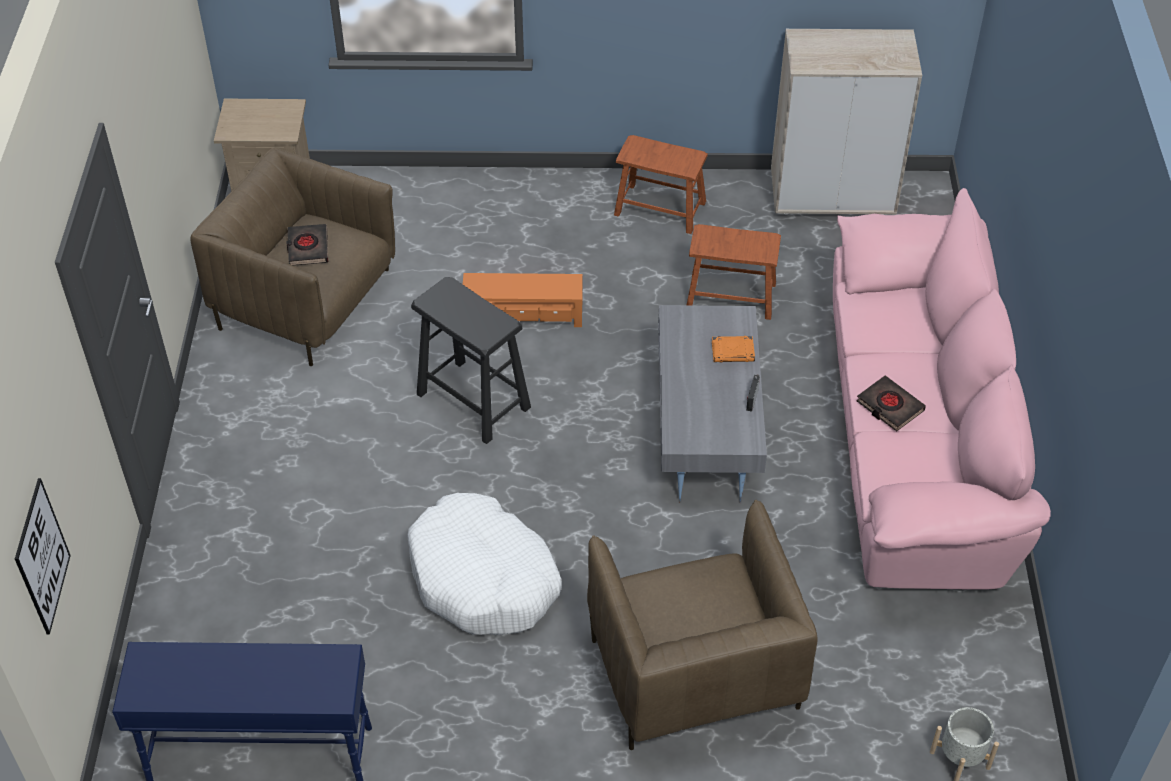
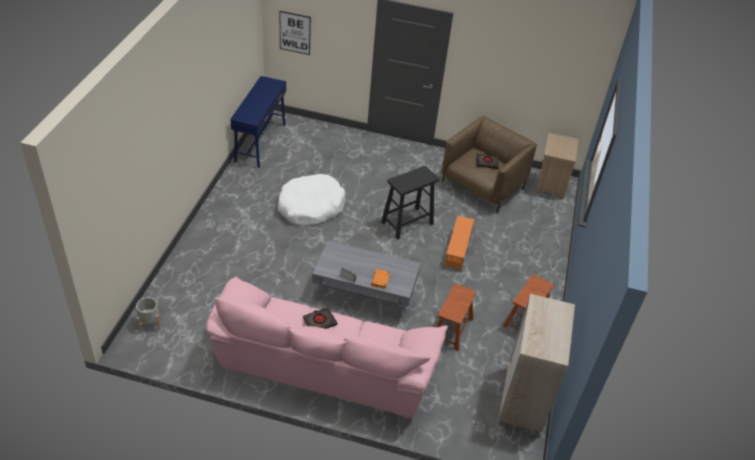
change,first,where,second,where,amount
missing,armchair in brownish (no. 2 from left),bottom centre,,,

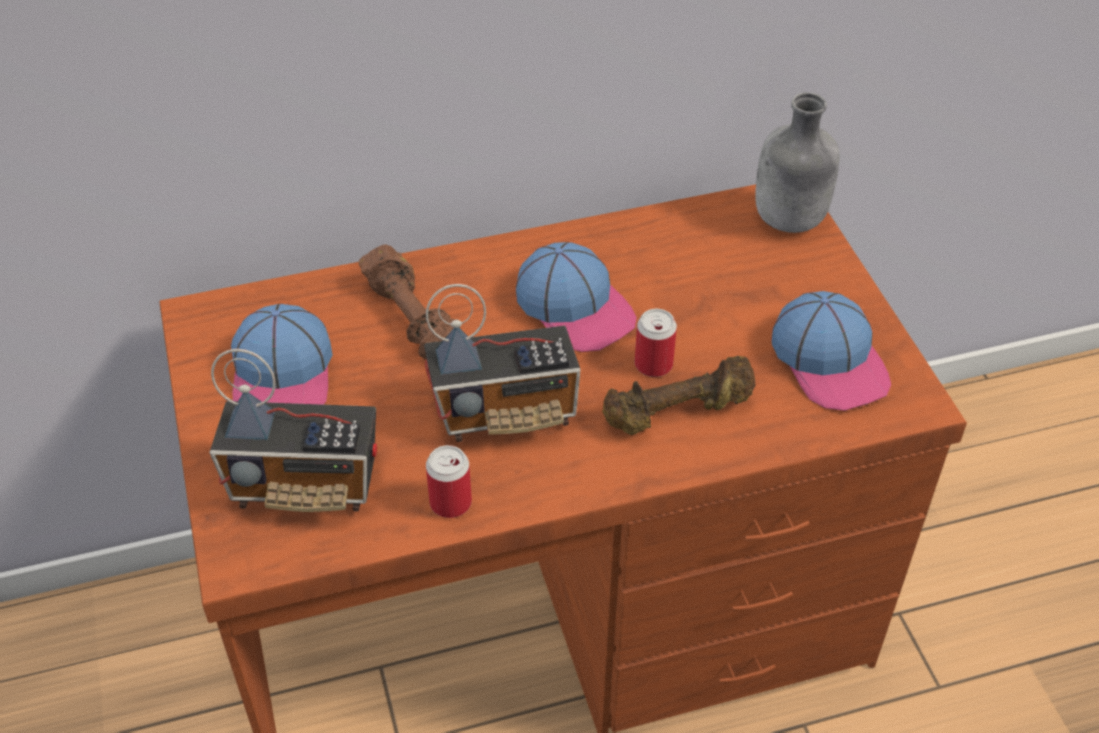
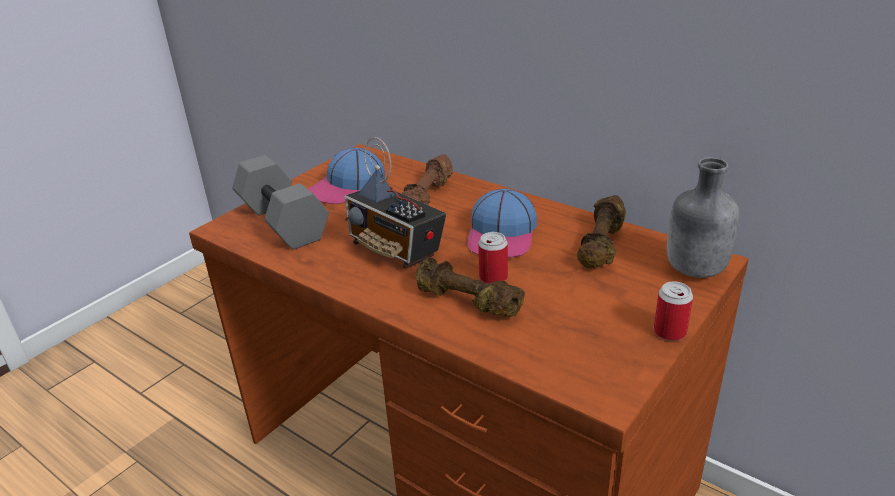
change,first,where,second,where,amount
exchanged,radio set (no. 1 from left),middle left,dumbbell in greyish,middle left,
appeared,,,dumbbell in brownish (no. 3 from left),middle right,
relocated,metal can (no. 1 from left in the first image),centre,metal can (no. 2 from left),middle right,
missing,peaked cap (no. 3 from left),middle right,,,

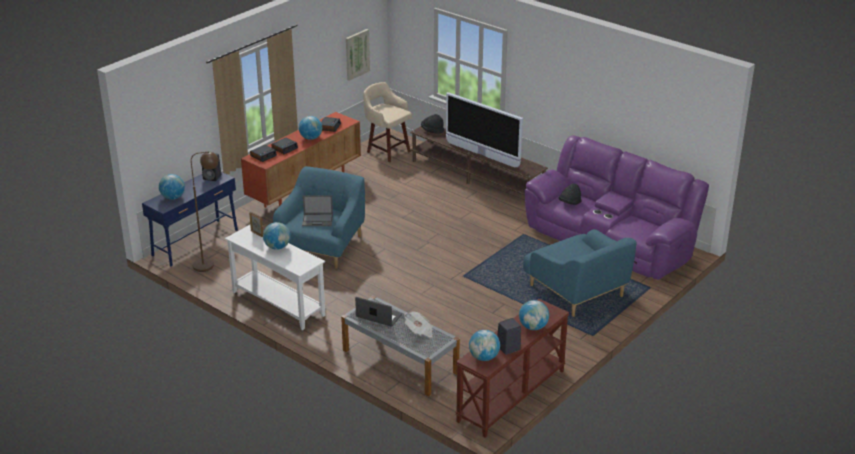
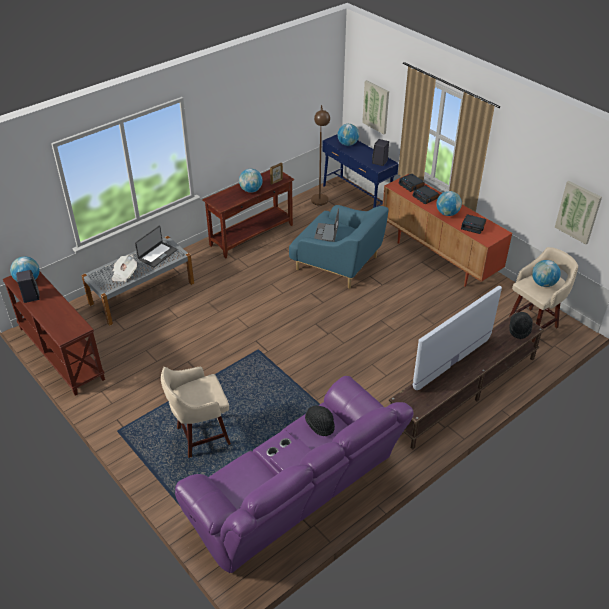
change,first,where,second,where,amount
exchanged,armchair in blue (no. 2 from left),middle right,sitting stool in beige (no. 1 from left),bottom left,
colour,narrow table in white-coloured,middle left,narrow table in brownish (no. 2 from left),centre,
appeared,,,wall art (no. 1 from left),top centre,
relocated,globe (no. 5 from left),bottom centre,,middle right,

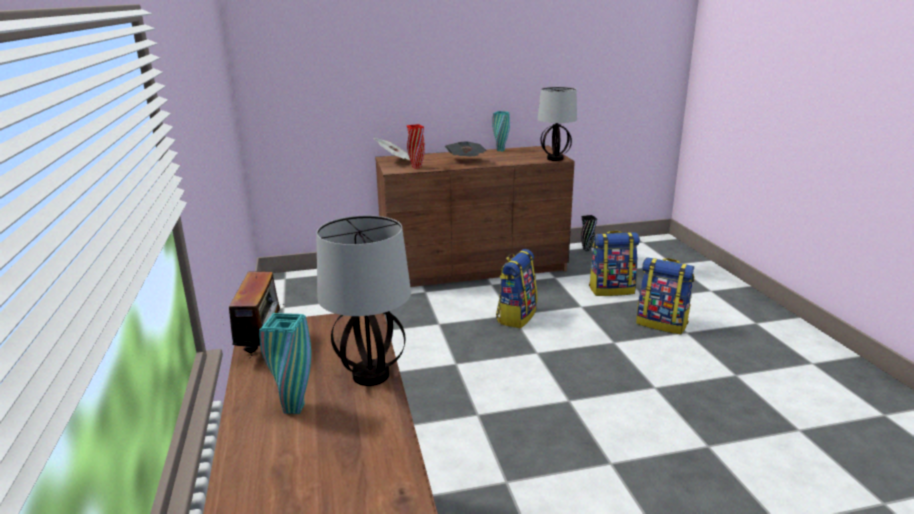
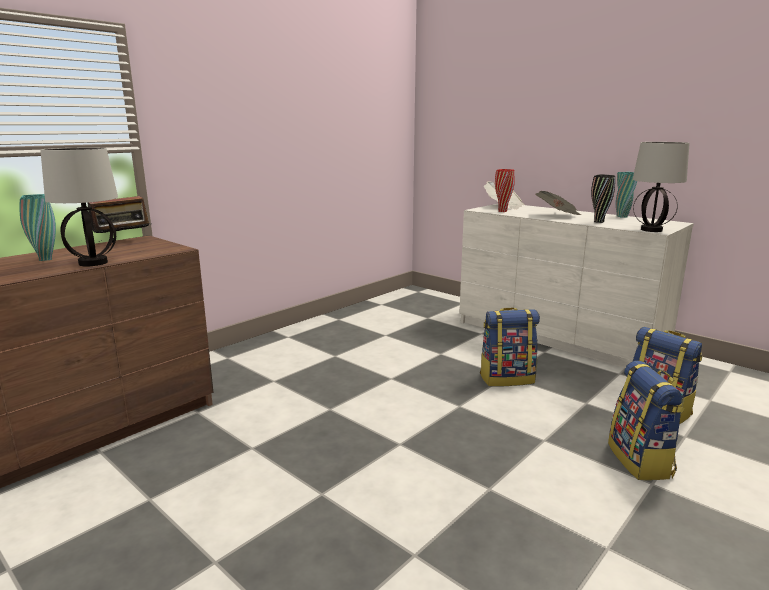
change,first,where,second,where,amount
colour,chest of drawers in brownish (no. 2 from left),centre,chest of drawers in white-coloured,middle right,
relocated,vase in black,centre,,middle right,

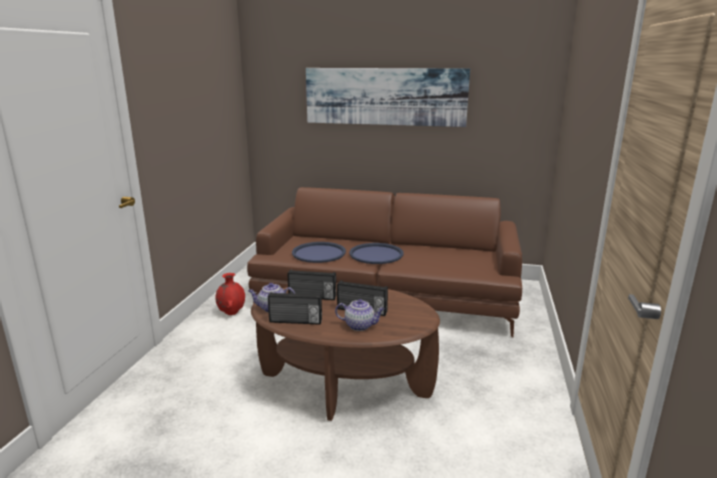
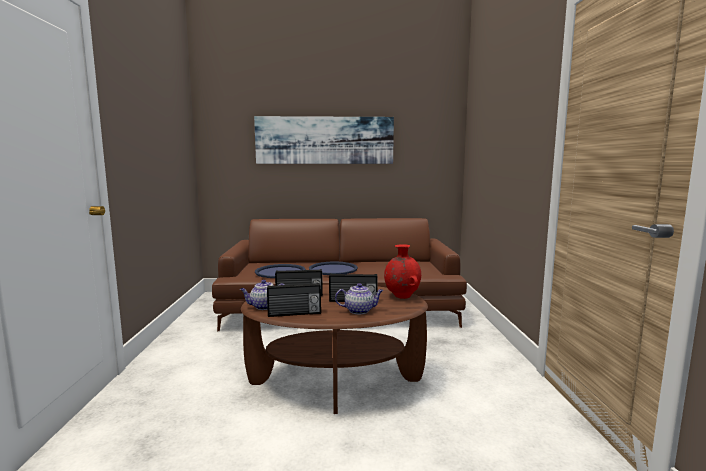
change,first,where,second,where,amount
relocated,vase in red,middle left,,centre,

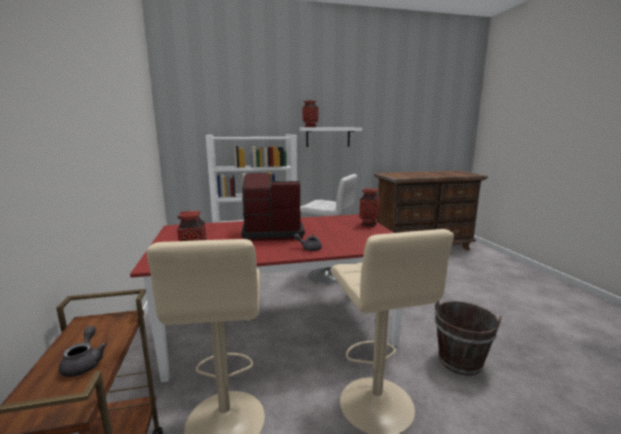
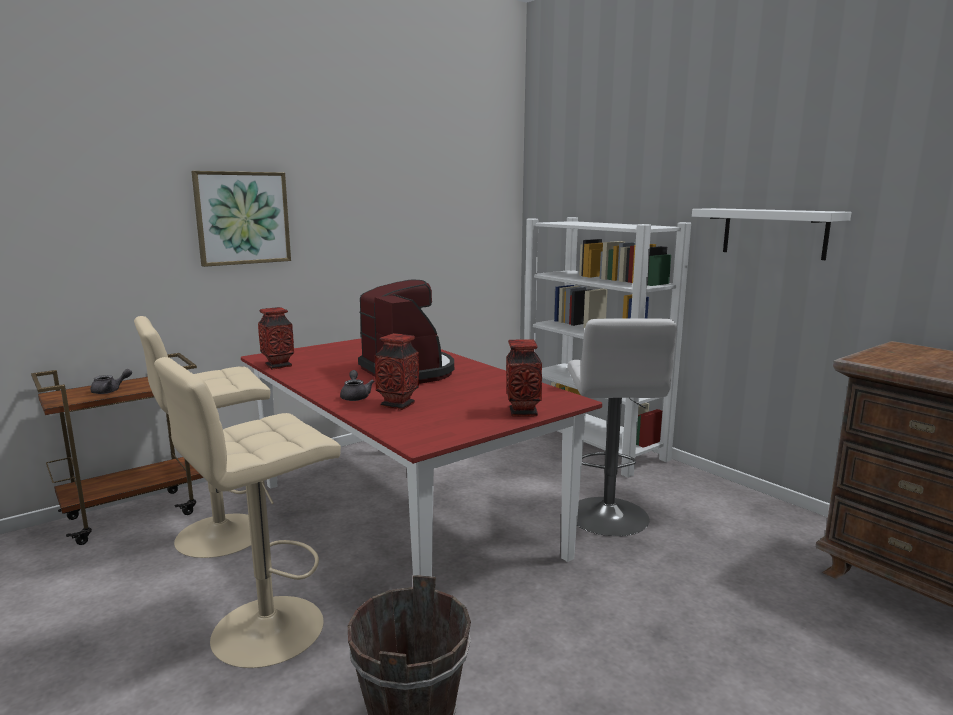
change,first,where,second,where,amount
appeared,,,wall art,top left,
relocated,vase (no. 2 from left),top centre,,centre,

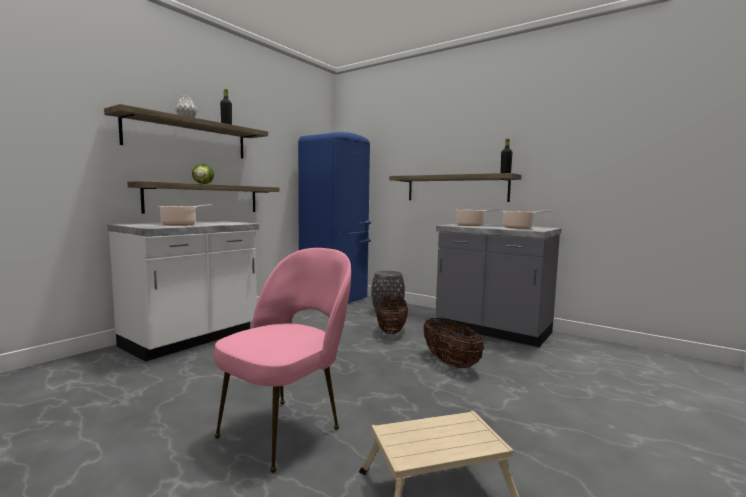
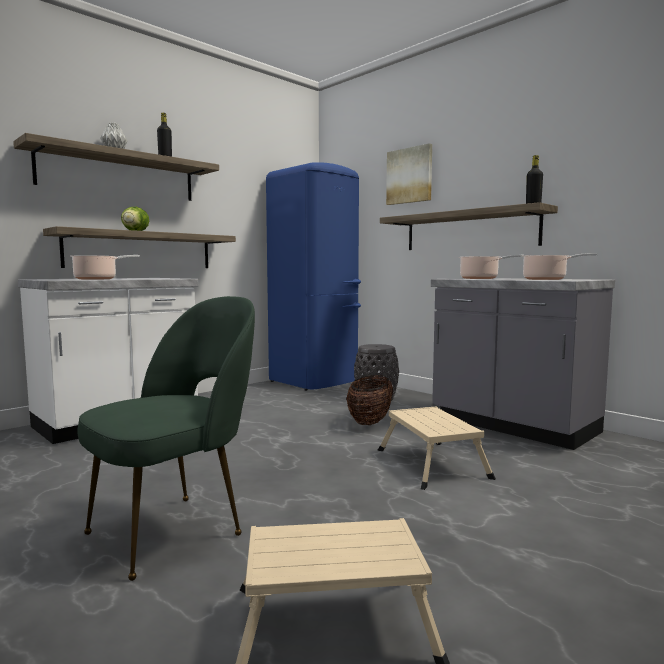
change,first,where,second,where,amount
colour,upright chair in pinkish,bottom centre,upright chair in green,middle left,
exchanged,basket (no. 2 from left),bottom centre,step ladder in beige (no. 2 from left),bottom centre,
appeared,,,wall art,top centre,

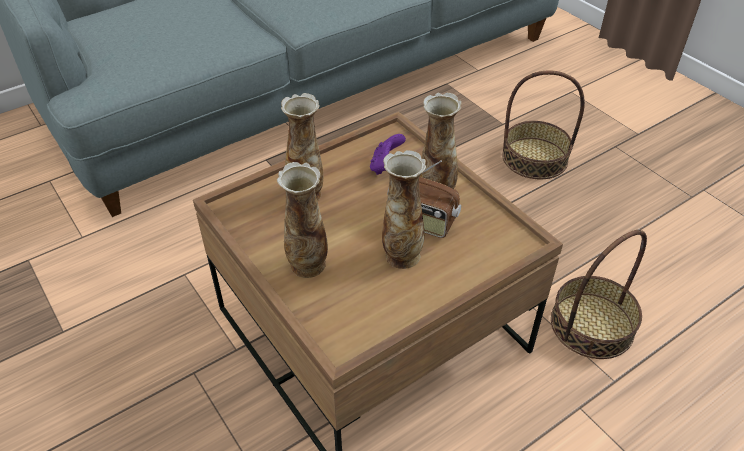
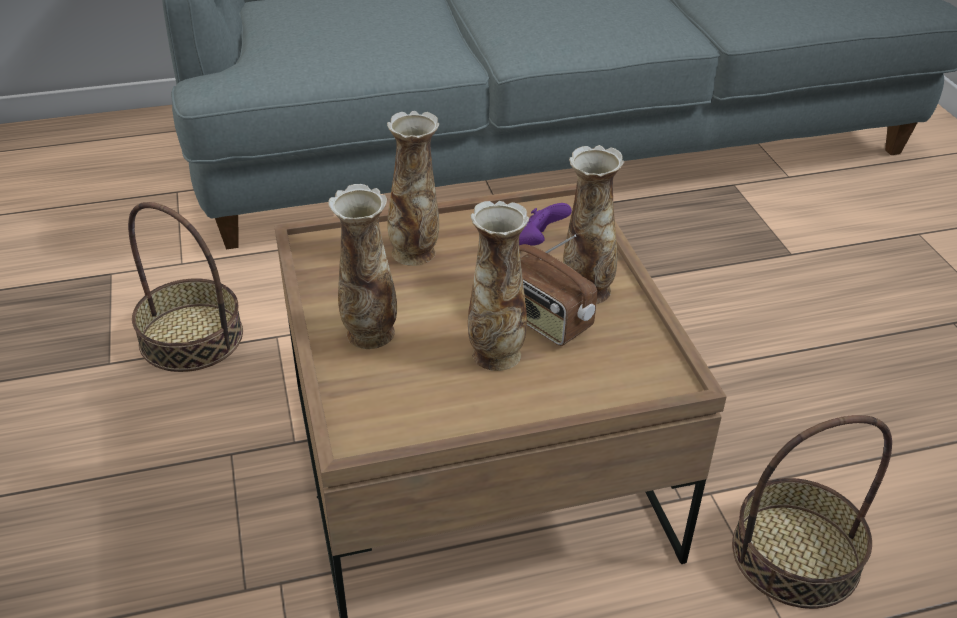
change,first,where,second,where,amount
relocated,basket (no. 1 from left),top right,,middle left,

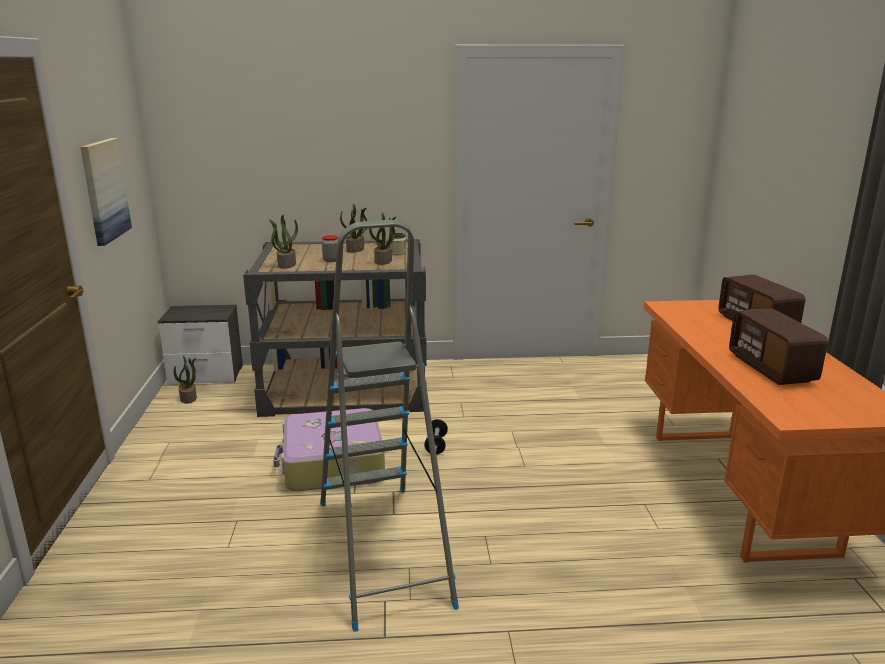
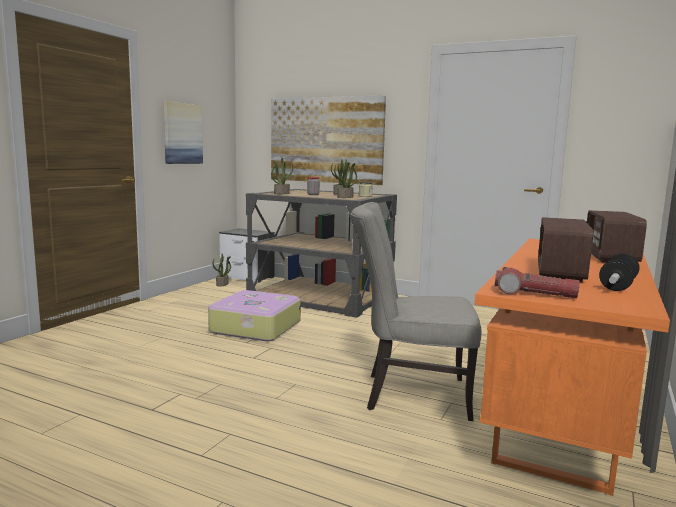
change,first,where,second,where,amount
appeared,,,wall art (no. 2 from left),top centre,
appeared,,,upright chair in greyish,centre,
appeared,,,flashlight,middle right,
relocated,dumbbell,centre,,middle right,
missing,step ladder in greyish,centre,,,

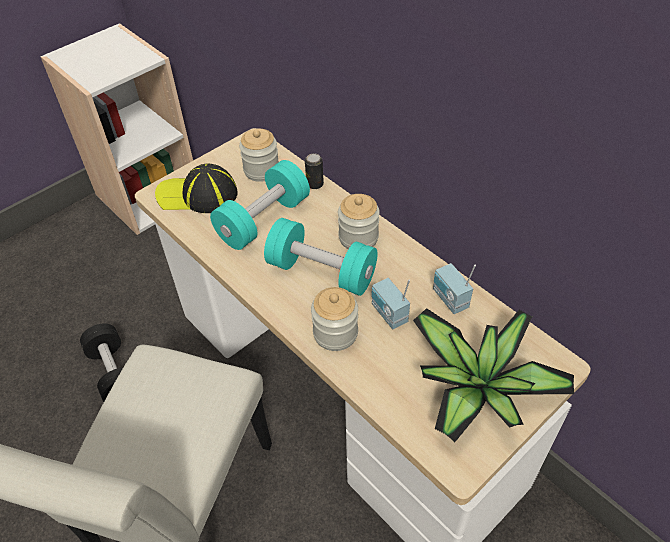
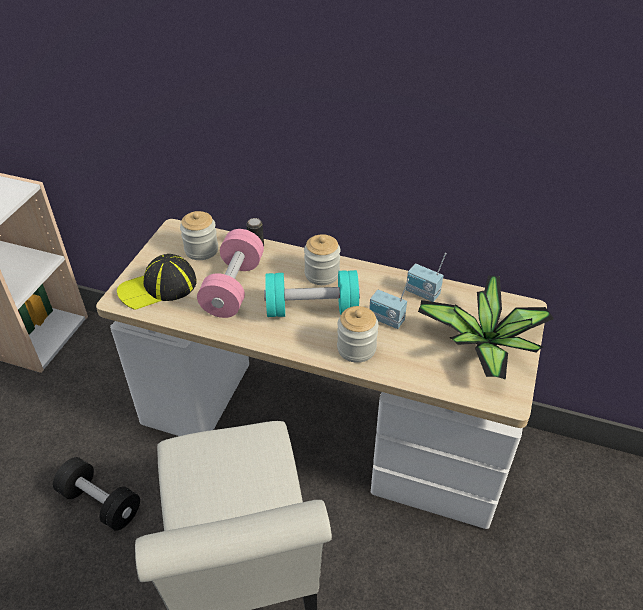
change,first,where,second,where,amount
colour,dumbbell in turquoise-coloured (no. 1 from left),centre,dumbbell in pinkish,centre,

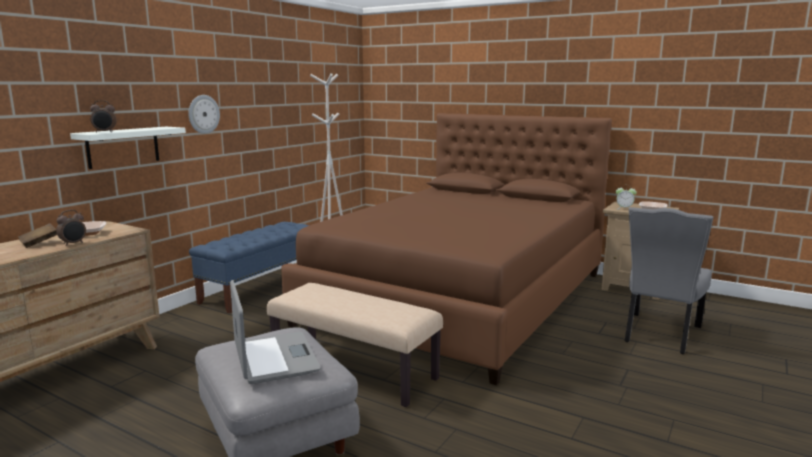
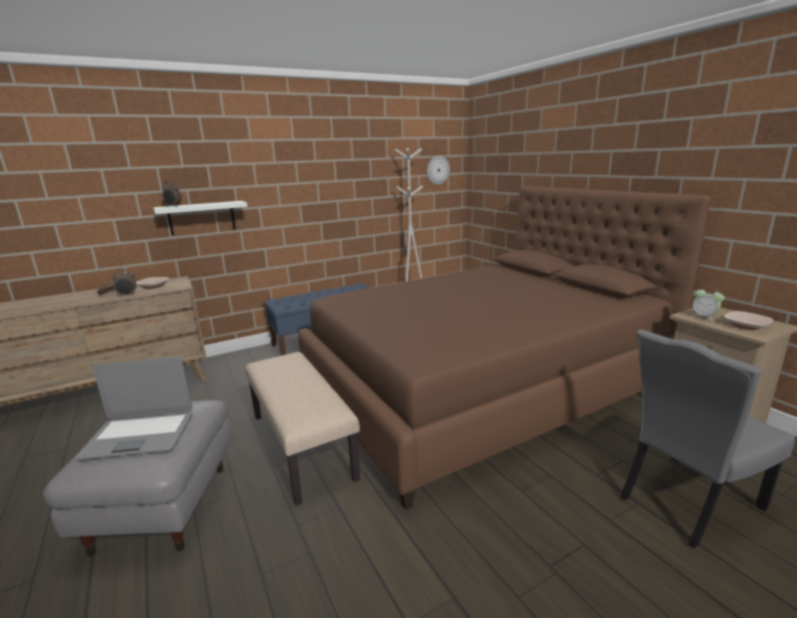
change,first,where,second,where,amount
spun,notebook computer,bottom centre,,middle left,75 degrees clockwise
relocated,hanging clock,top left,,top centre,

